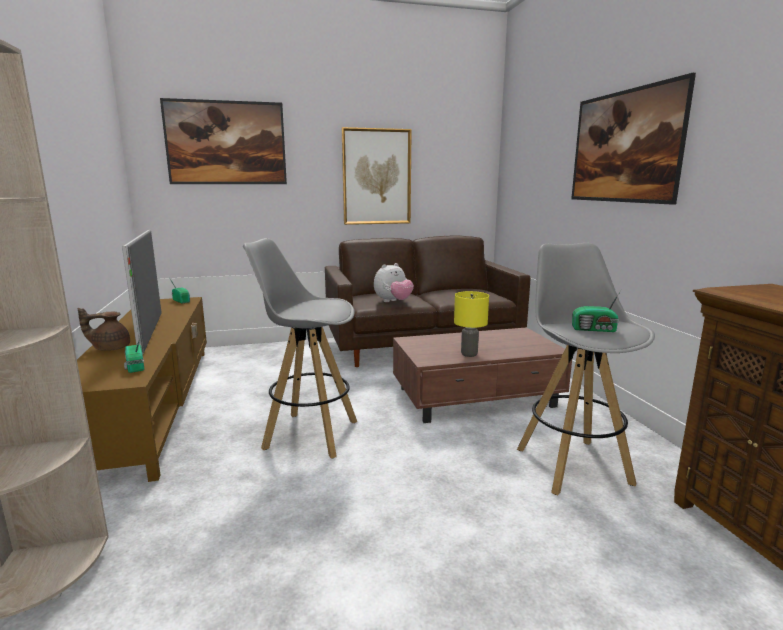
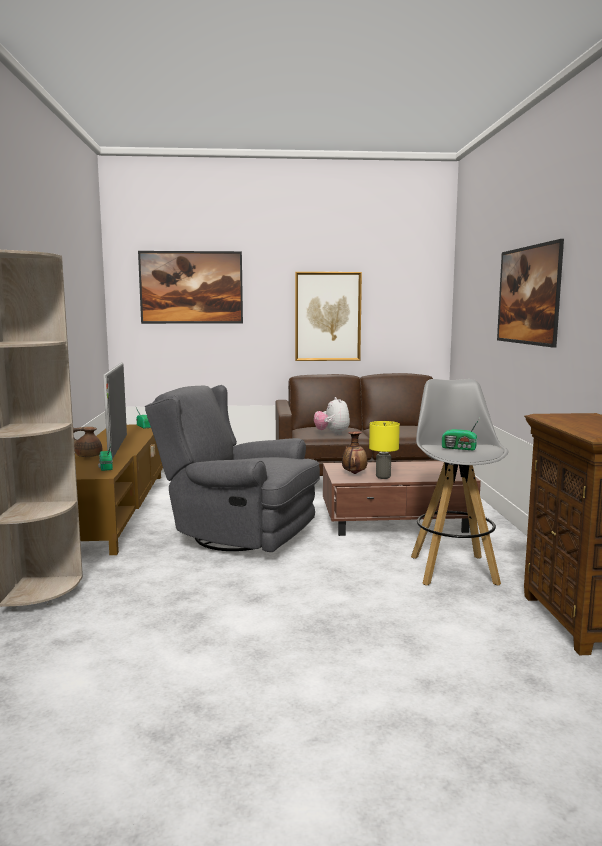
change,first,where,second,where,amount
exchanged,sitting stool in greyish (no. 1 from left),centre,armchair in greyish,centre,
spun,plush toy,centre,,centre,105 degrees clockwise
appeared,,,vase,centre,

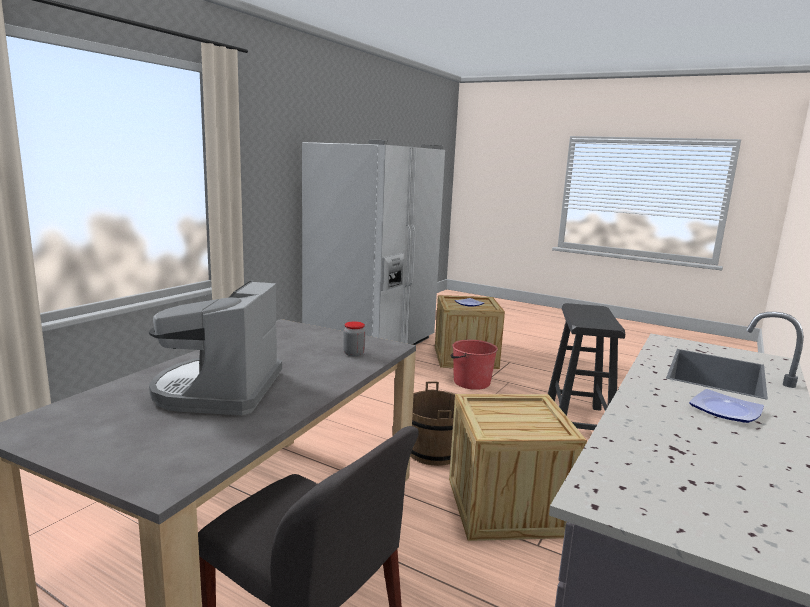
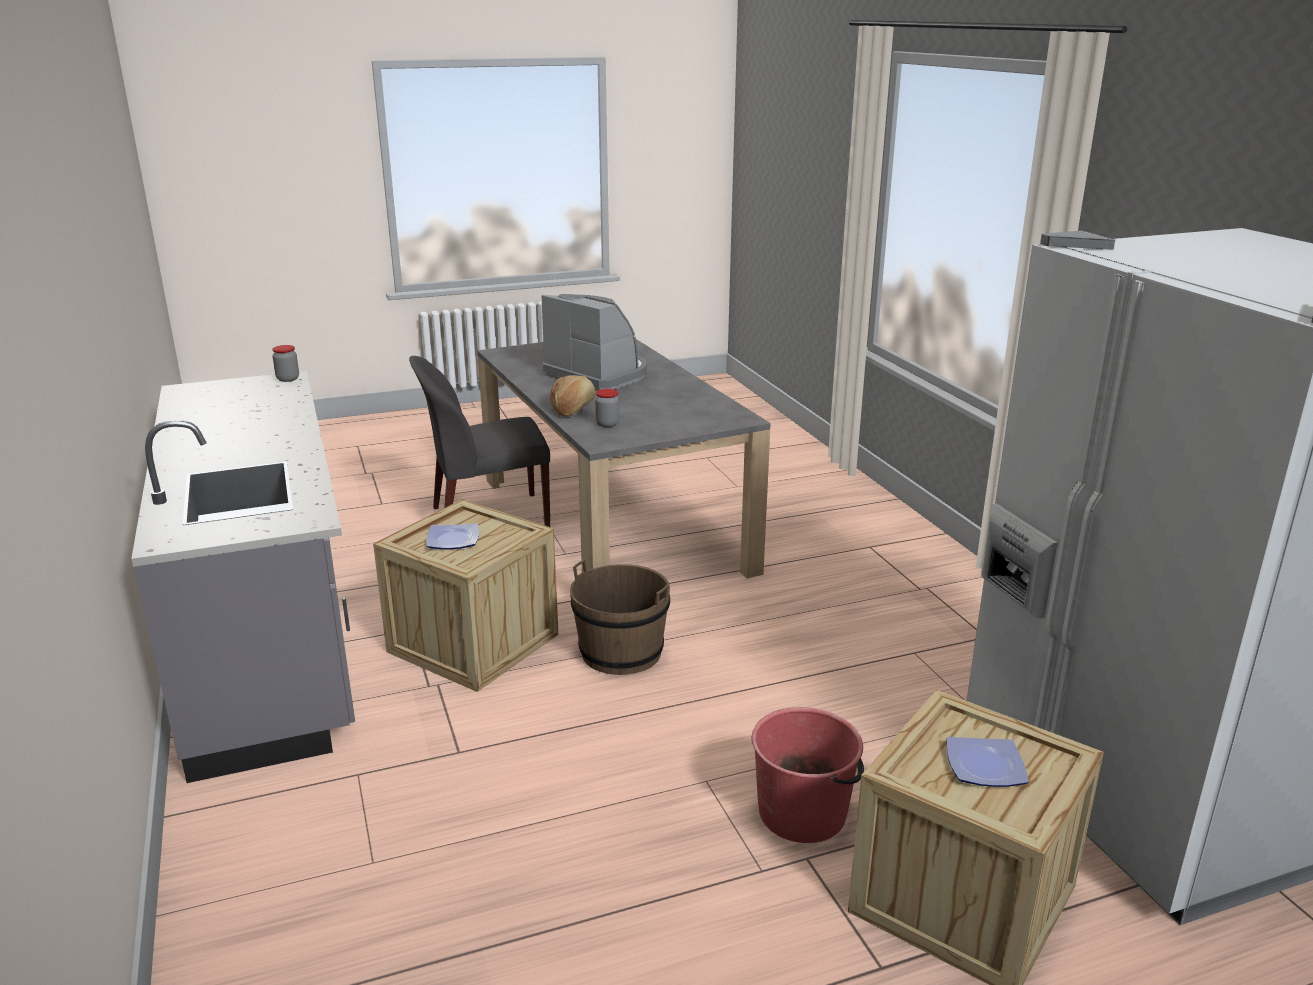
change,first,where,second,where,amount
appeared,,,jar (no. 1 from left),middle left,
relocated,plate (no. 2 from left in the first image),bottom right,plate (no. 1 from left),centre,
appeared,,,bakery bread,centre,
missing,sitting stool in black,middle right,,,

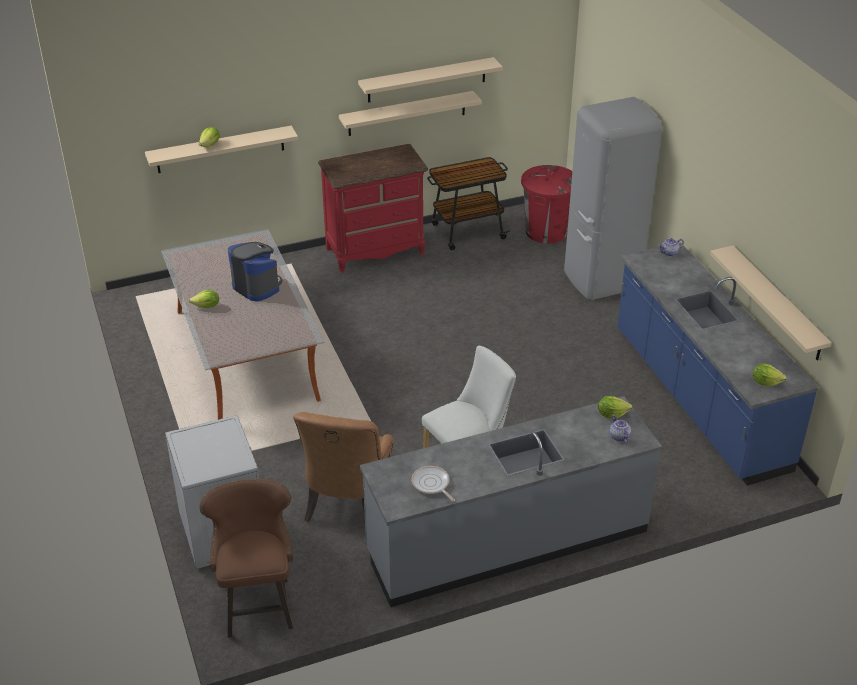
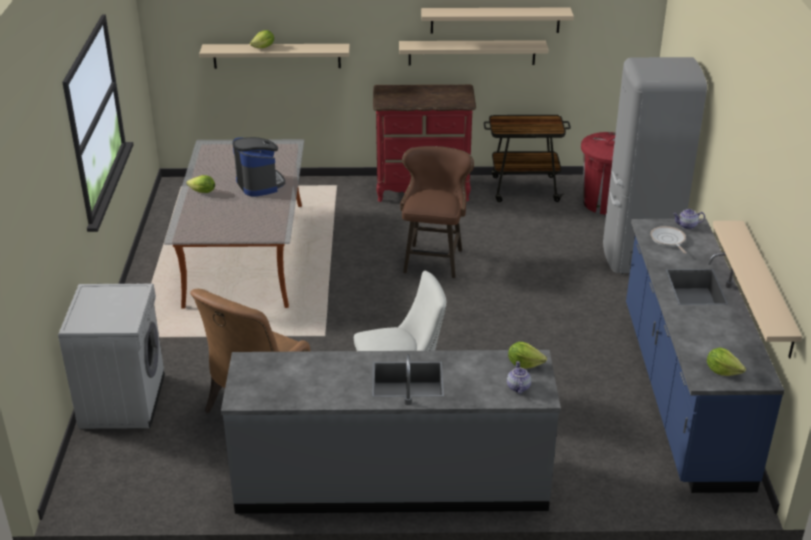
change,first,where,second,where,amount
relocated,sitting stool in brownish,bottom left,,centre,
relocated,pan,bottom centre,,middle right,

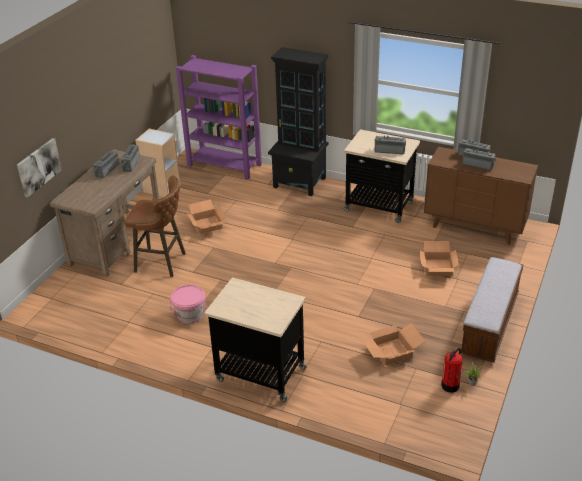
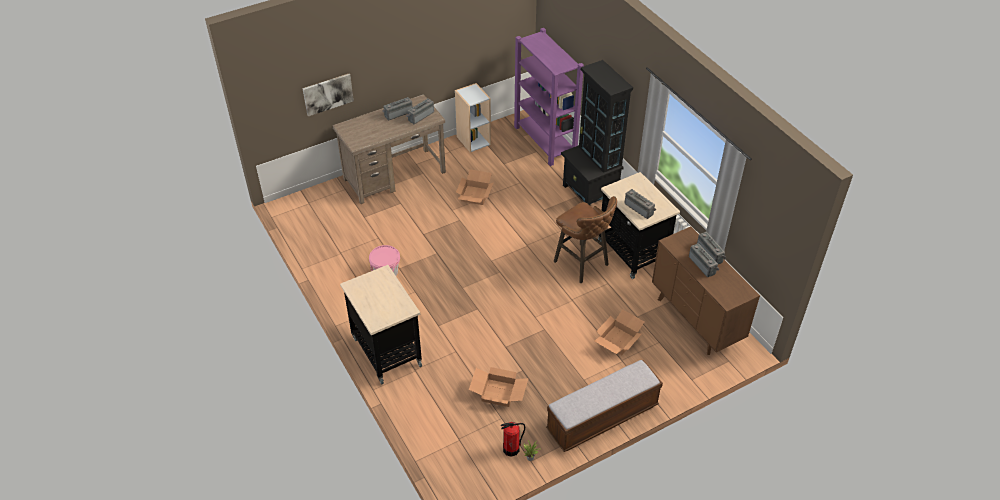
change,first,where,second,where,amount
relocated,sitting stool in brownish,middle left,,centre,

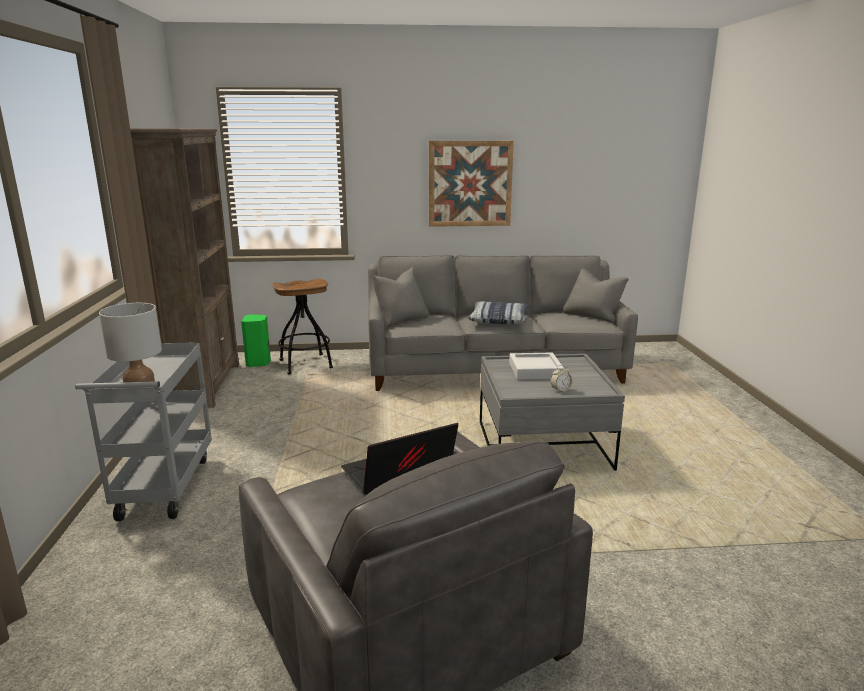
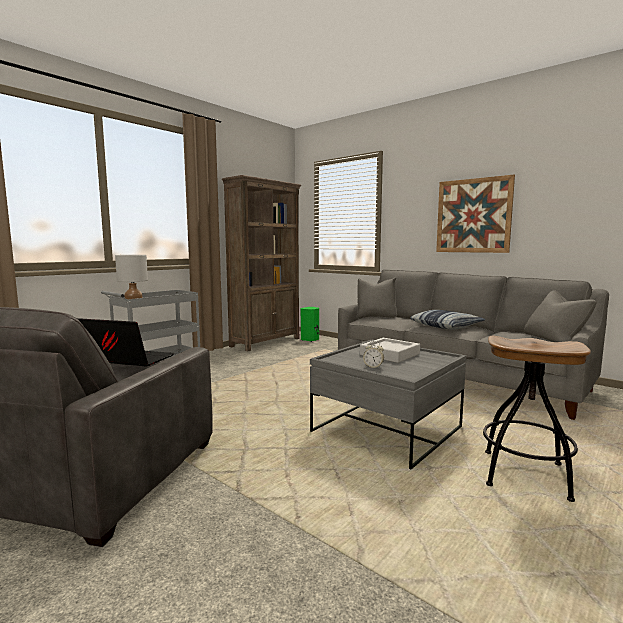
change,first,where,second,where,amount
relocated,sitting stool in brownish,centre,,bottom right,

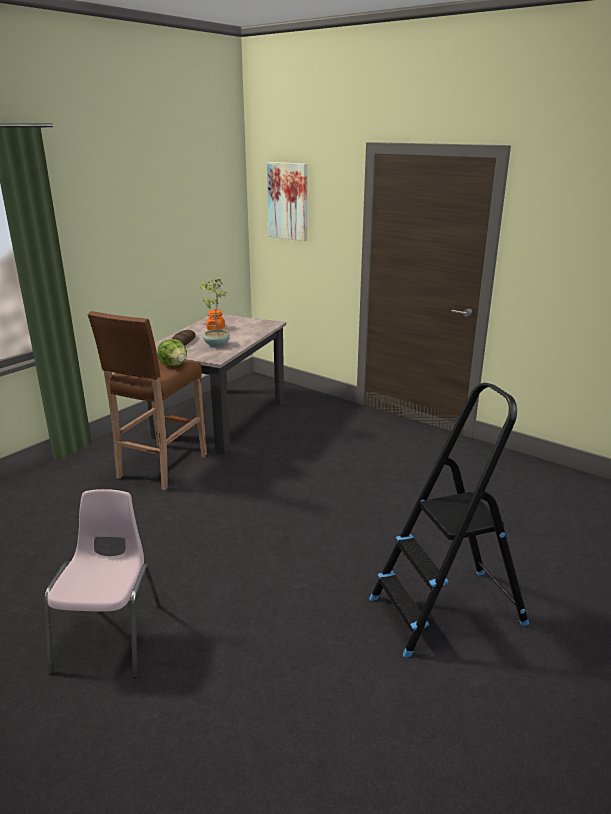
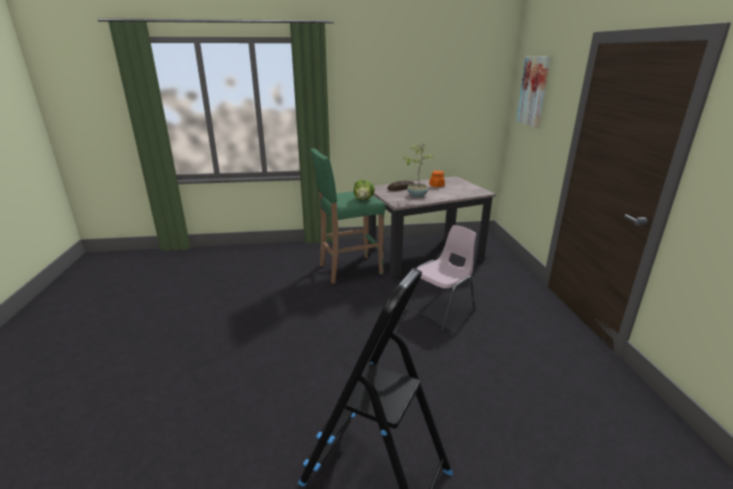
change,first,where,second,where,amount
colour,sitting stool in brownish,middle left,sitting stool in green,centre,
relocated,upright chair in pinkish,bottom left,,centre,

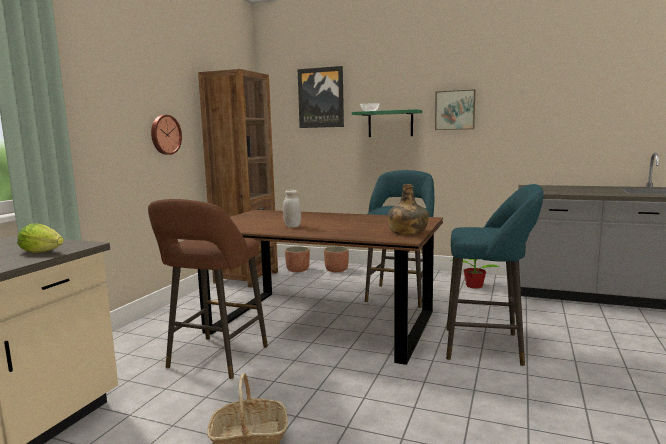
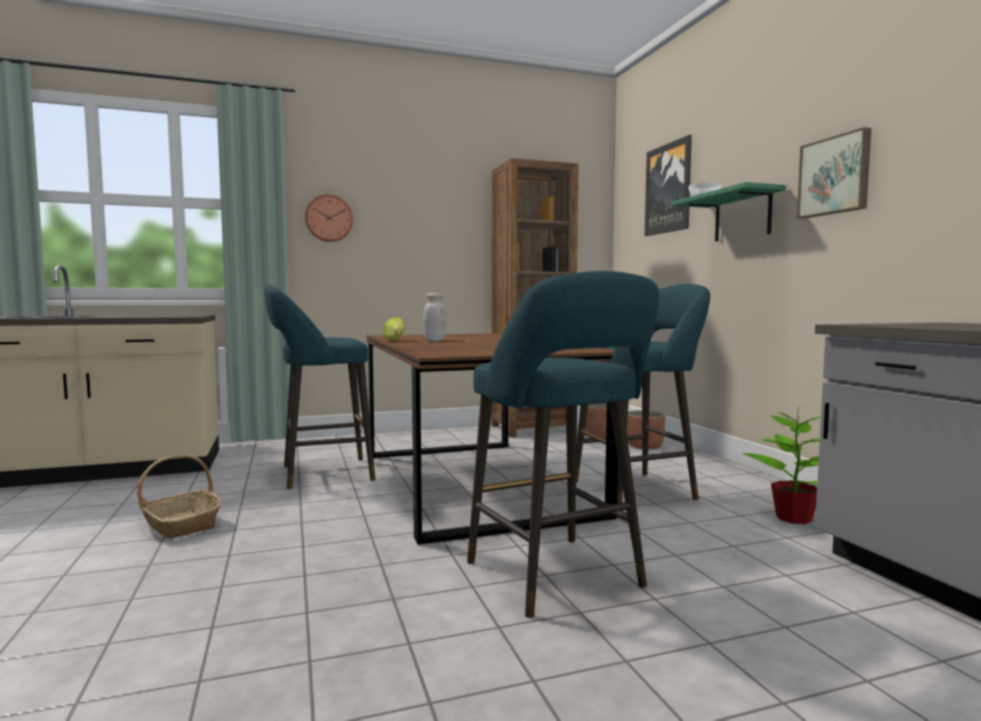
change,first,where,second,where,amount
colour,sitting stool in brownish,middle left,sitting stool in turquoise-coloured (no. 1 from left),middle left,
relocated,hanging clock,top left,,top centre,
relocated,head of lettuce,middle left,,centre,
missing,bottle in green,centre,,,

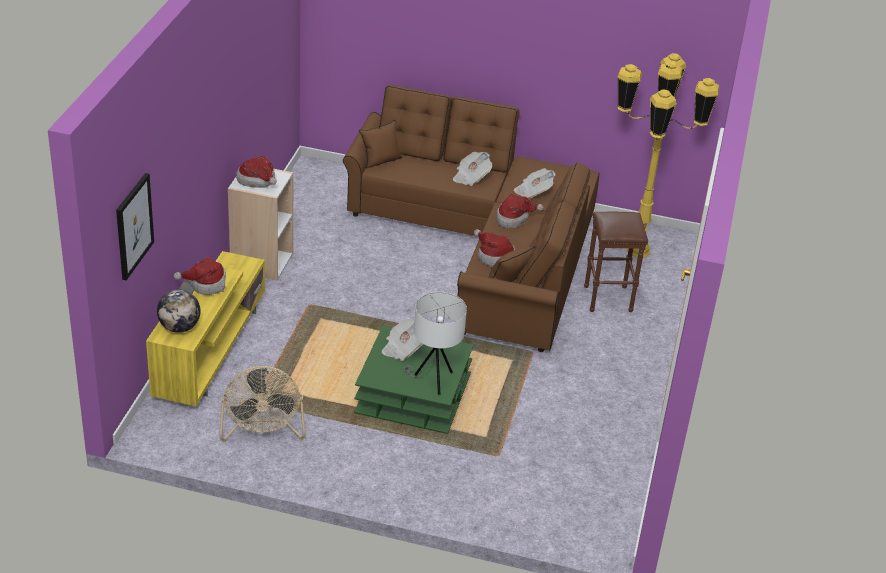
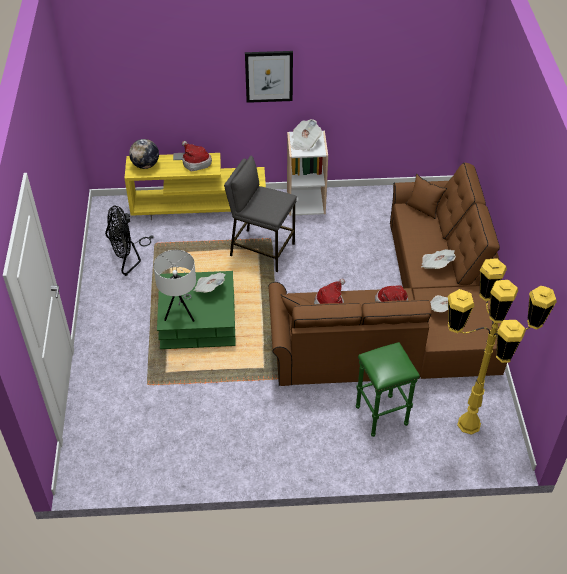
change,first,where,second,where,amount
colour,fan in beige,bottom left,fan in black,middle left,
appeared,,,sitting stool in greyish,centre,
relocated,wall art,middle left,,top centre,
exchanged,hat (no. 2 from left),top left,newspaper (no. 2 from left),top centre,
colour,sitting stool in brownish,middle right,sitting stool in green,bottom right,

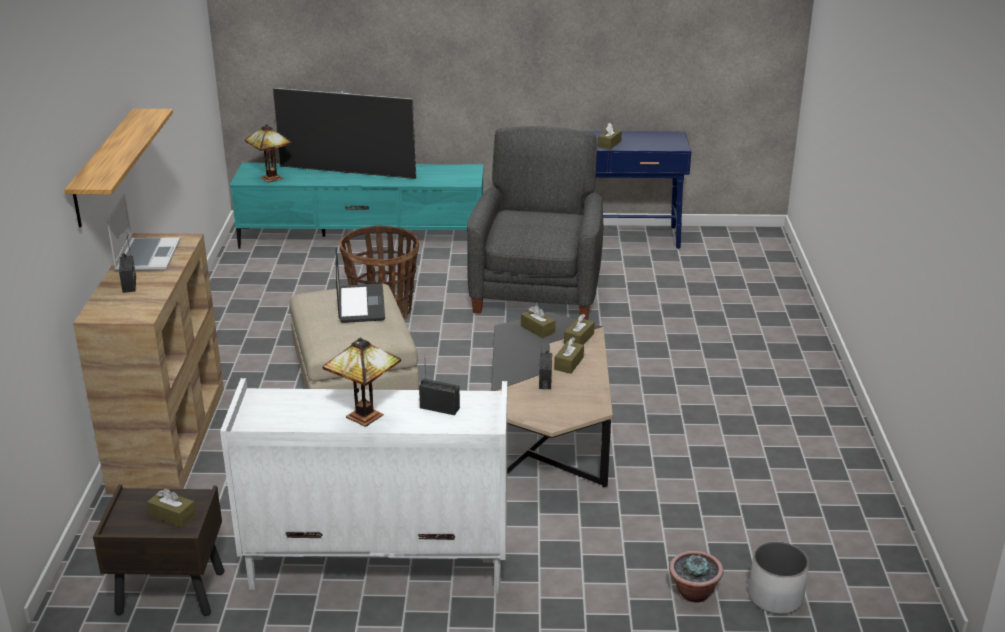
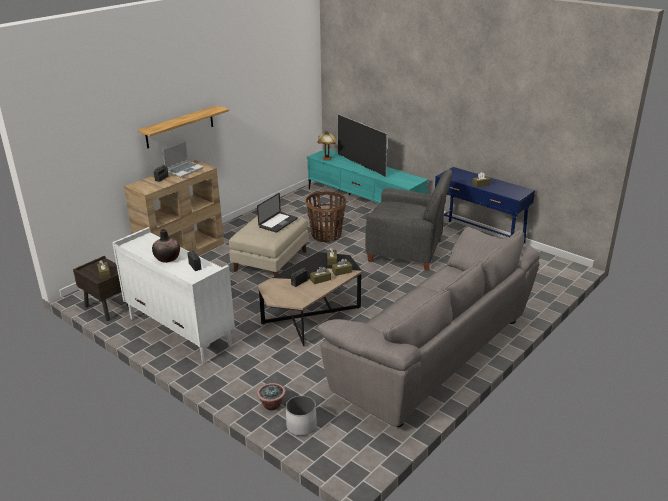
change,first,where,second,where,amount
exchanged,lamp for a table (no. 2 from left),centre,vase,middle left,
appeared,,,couch in greyish,centre,
spun,armchair in greyish,centre,,centre,60 degrees clockwise

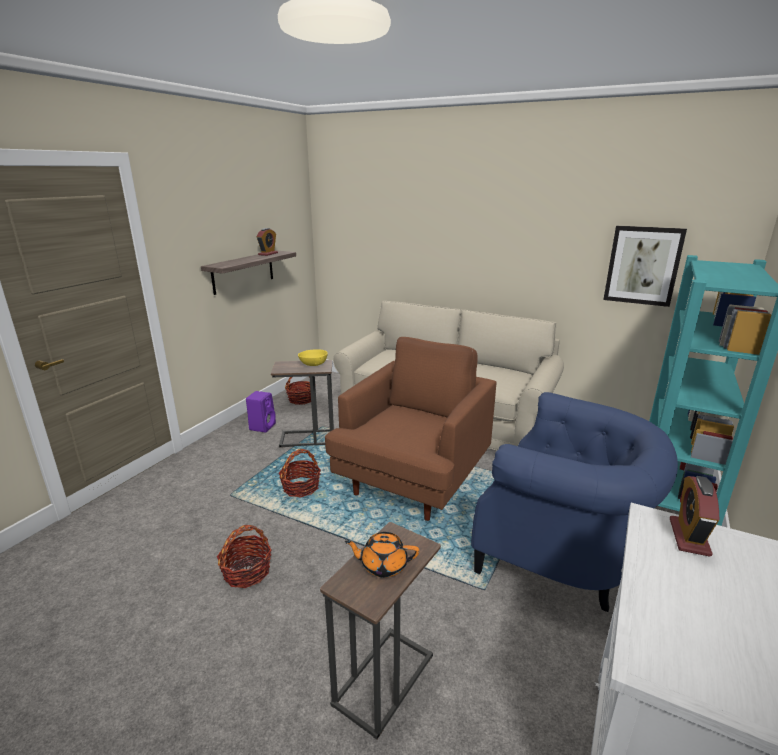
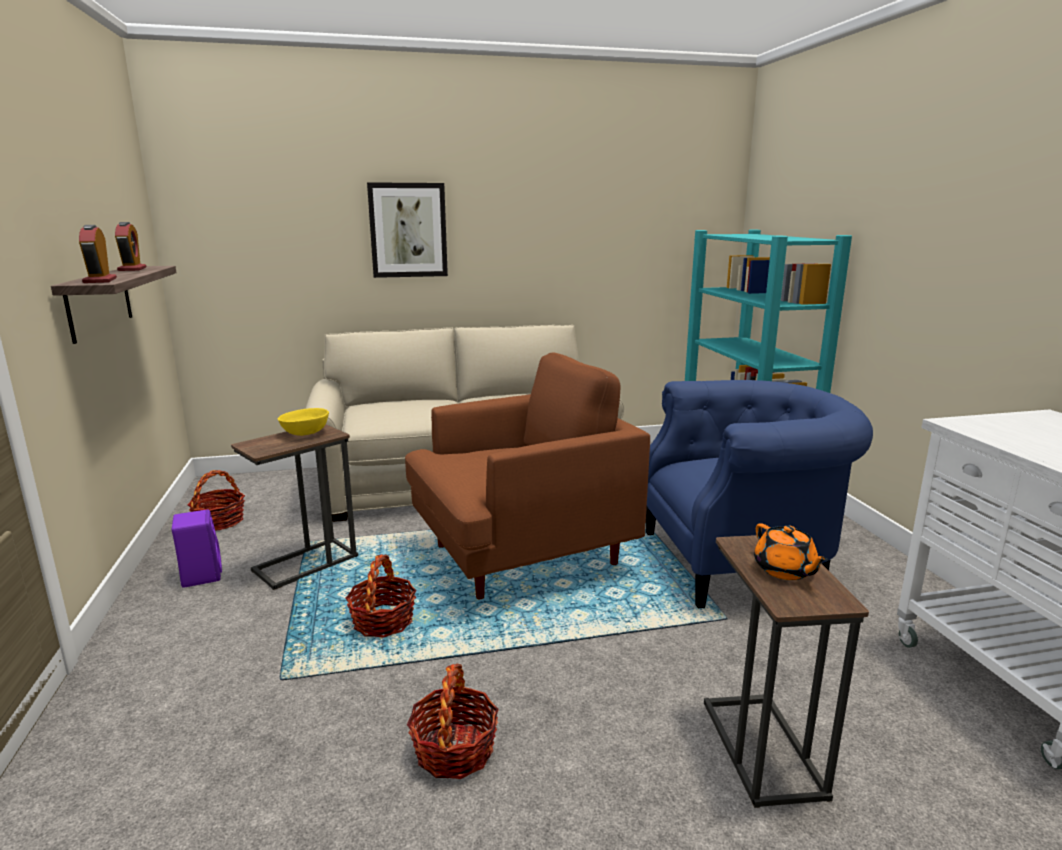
change,first,where,second,where,amount
relocated,table clock (no. 2 from left in the first image),bottom right,table clock (no. 1 from left),top left,
relocated,wall art,middle right,,top centre,
spun,armchair in brownish,centre,,centre,75 degrees clockwise
spun,tea pot in orange,bottom centre,,middle right,75 degrees counterclockwise

